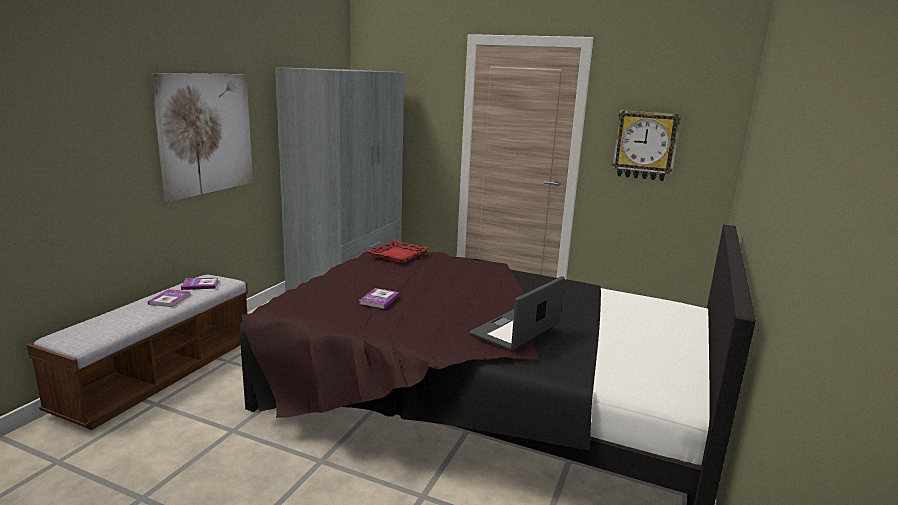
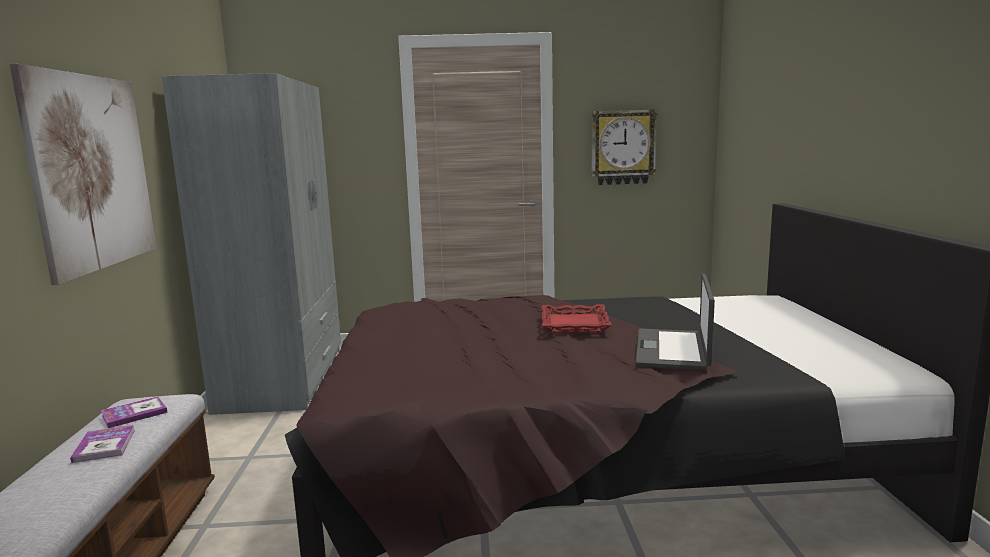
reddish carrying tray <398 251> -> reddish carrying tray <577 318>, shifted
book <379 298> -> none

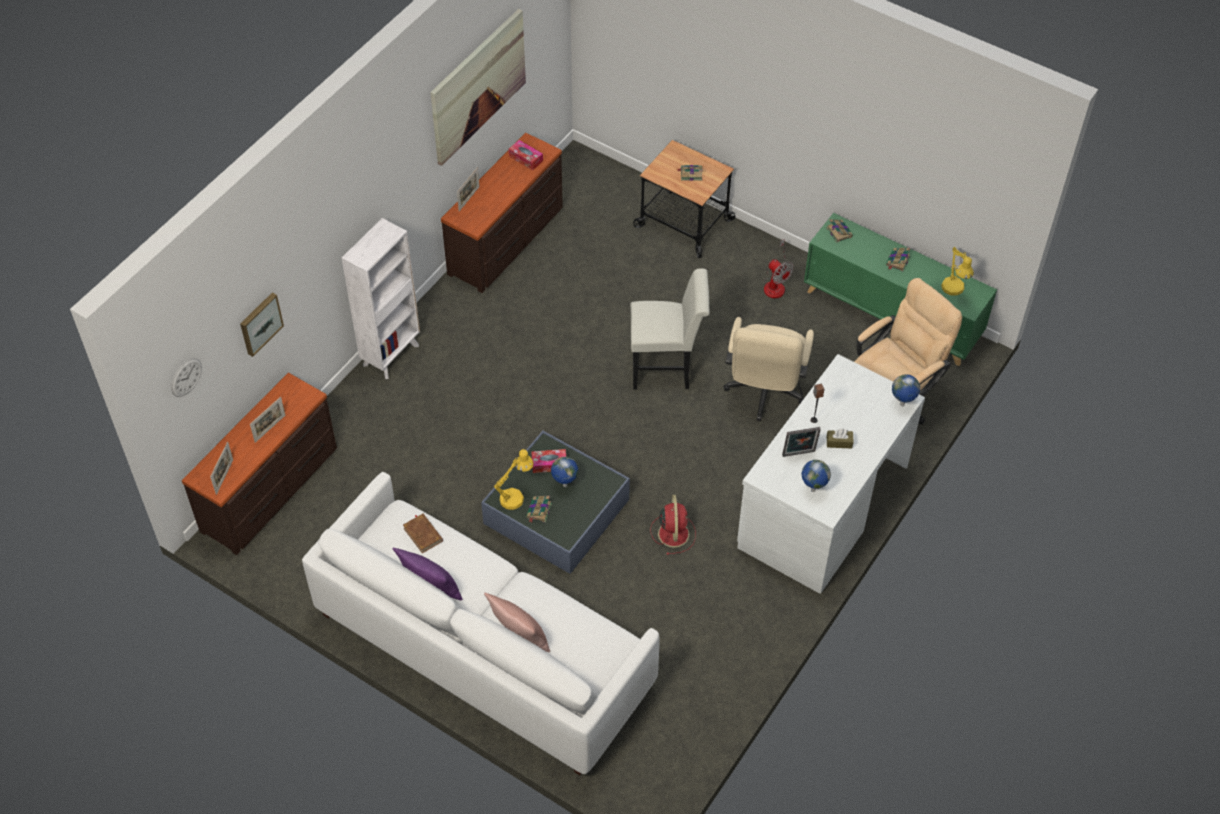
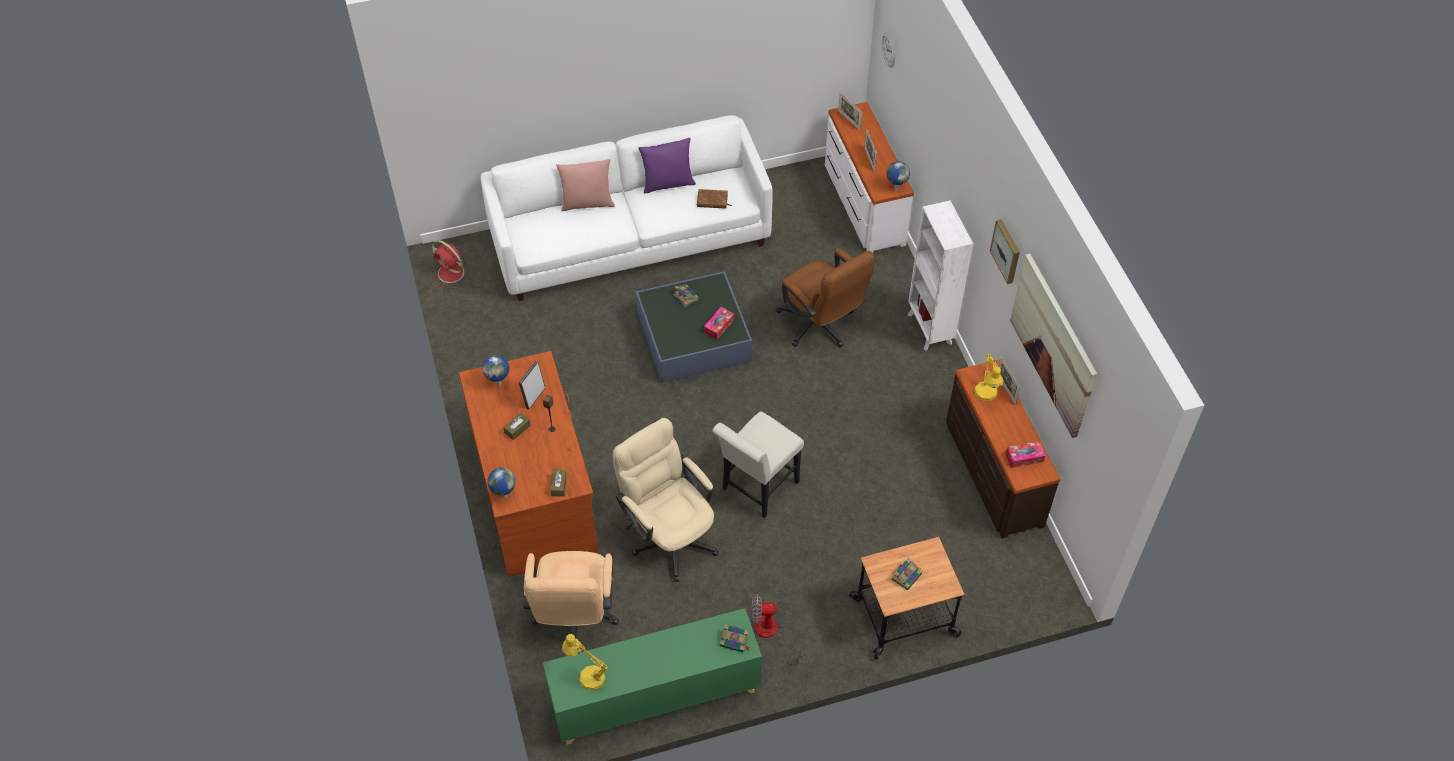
reddish fan <673 525> -> reddish fan <451 264>, shifted
whitish desk unit <831 474> -> brown-coloured desk unit <528 464>
none -> brown-coloured box of tissues <558 483>
none -> brown-coloured computer chair <825 297>
brown-coloured dresser <259 464> -> whitish dresser <869 177>
world globe <564 472> -> world globe <898 176>, shifted
yellow-coloured lamp for a table <514 479> -> yellow-coloured lamp for a table <988 377>, shifted
wall picture <262 325> -> wall picture <1005 251>, shifted
book <898 260> -> none

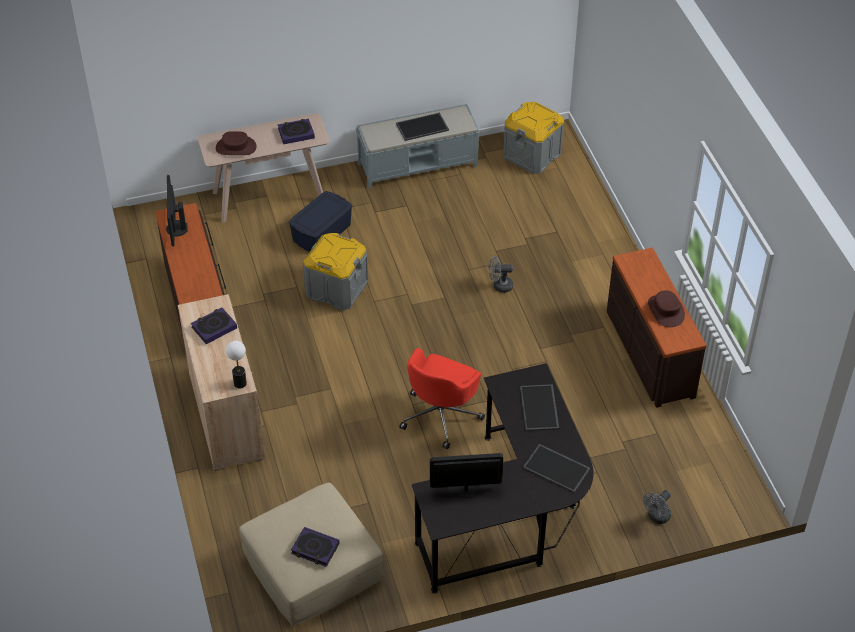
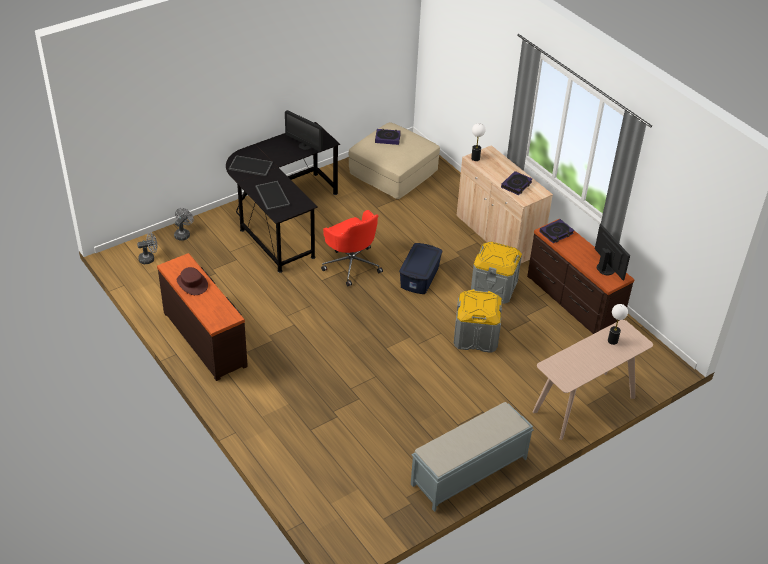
gray fan <500 274> -> gray fan <147 248>, shifted
computer display <466 475> -> computer display <304 131>, 60 degrees clockwise
reddish computer chair <442 398> -> reddish computer chair <352 248>, 135 degrees clockwise
blue-coloured storage box <320 221> -> blue-coloured storage box <421 268>, shifted
gray storage box <533 138> -> gray storage box <496 273>, shifted
book <296 131> -> book <556 231>, shifted
brown-coloured hat <236 143> -> lamp for a table <618 324>
carrying tray <422 127> -> none

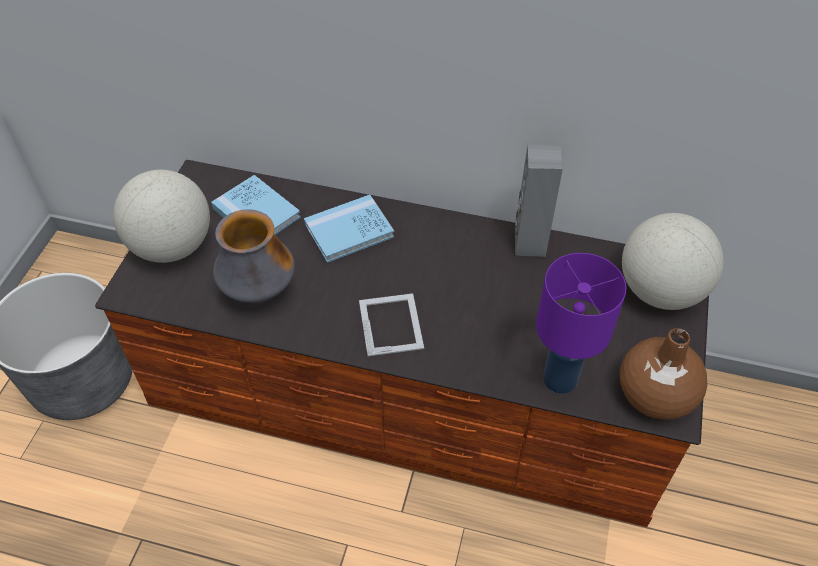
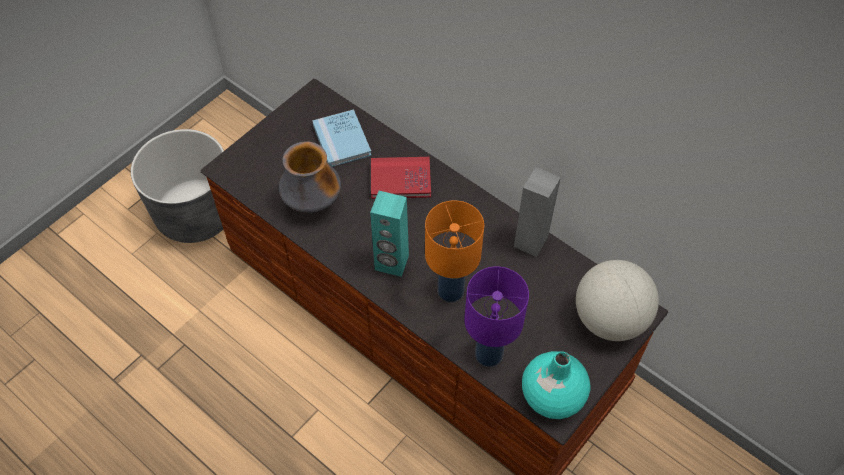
standing frame <391 324> -> turquoise loudspeaker <389 234>
blue-coloured book <349 229> -> reddish book <401 178>
none -> orange lamp for a table <454 251>
brown-coloured vase <663 373> -> turquoise vase <556 385>
world globe <161 216> -> none

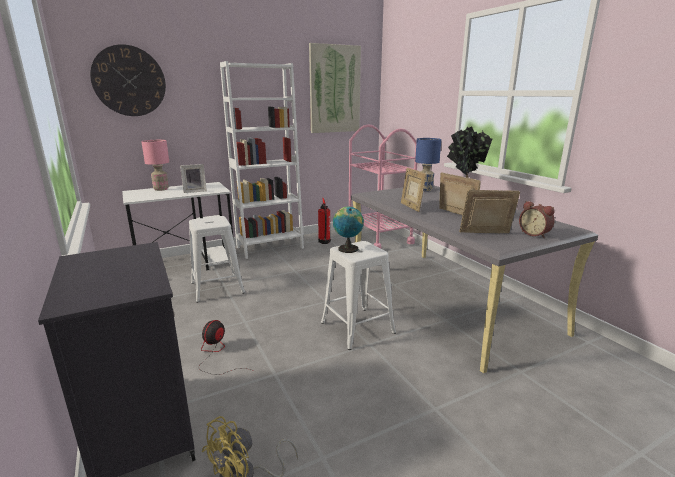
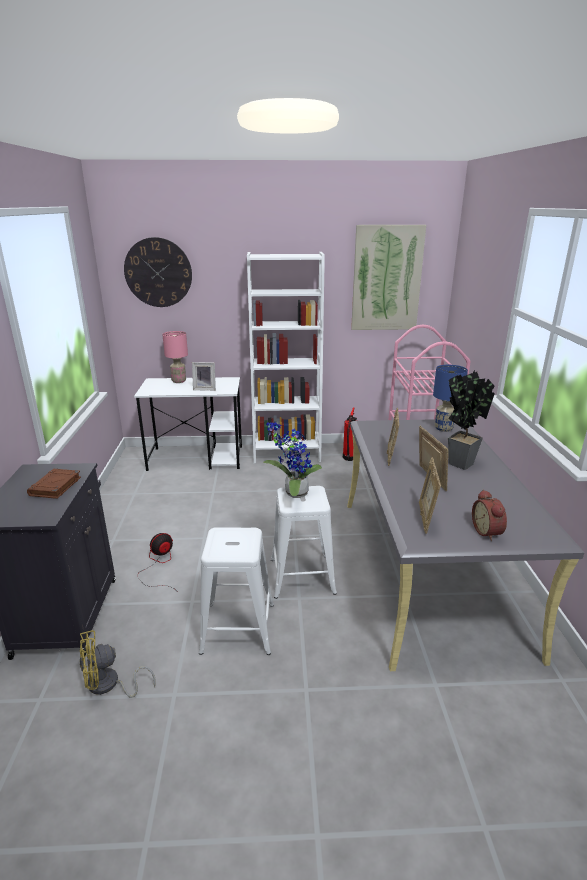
none -> brown-coloured book <54 484>
whitish stool <217 259> -> whitish stool <236 591>, shifted
world globe <348 230> -> plant in a pot <292 460>
standing frame <489 211> -> standing frame <430 495>, 105 degrees counterclockwise

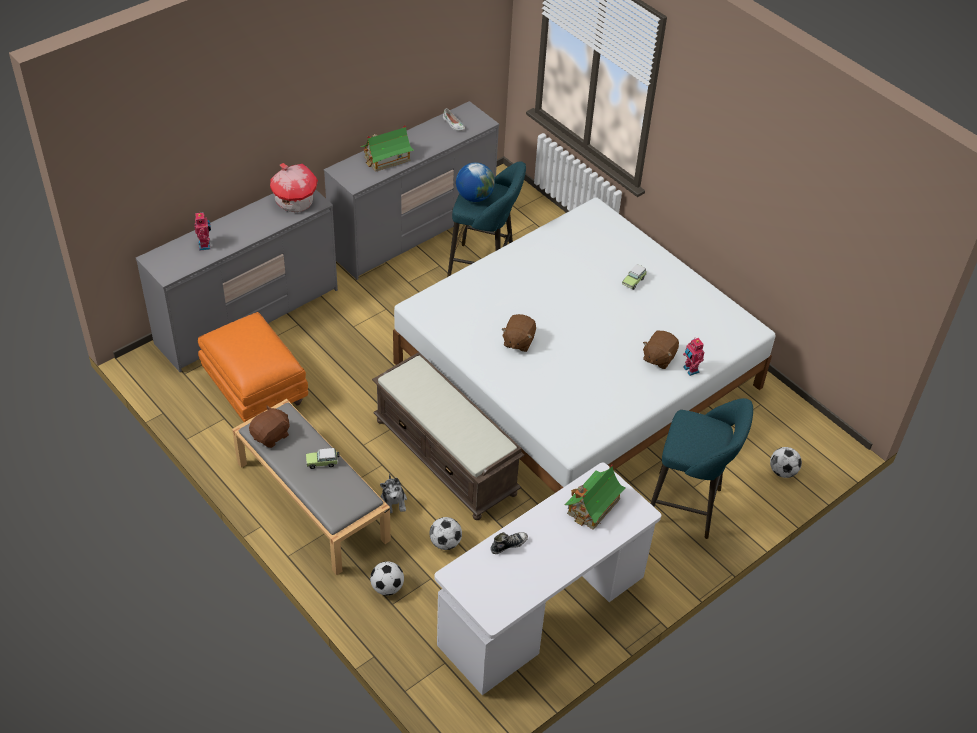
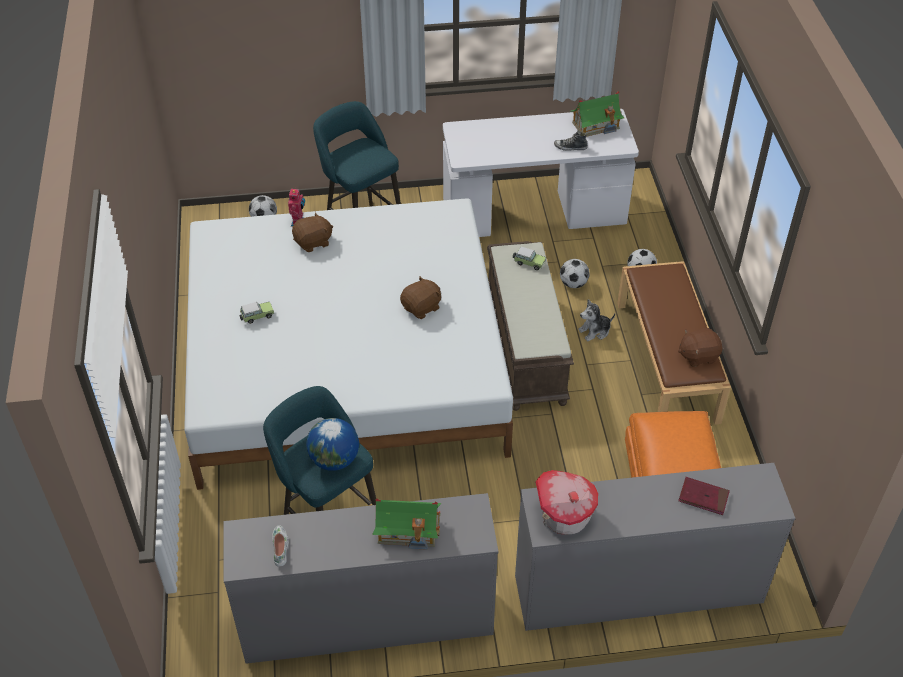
model car <323 458> -> model car <529 258>, shifted
model house <595 497> -> model house <597 114>, shifted
plush toy <393 493> -> plush toy <596 320>, 135 degrees counterclockwise
gray bench <311 487> -> brown-coloured bench <674 343>
model robot <202 231> -> reddish book <704 496>

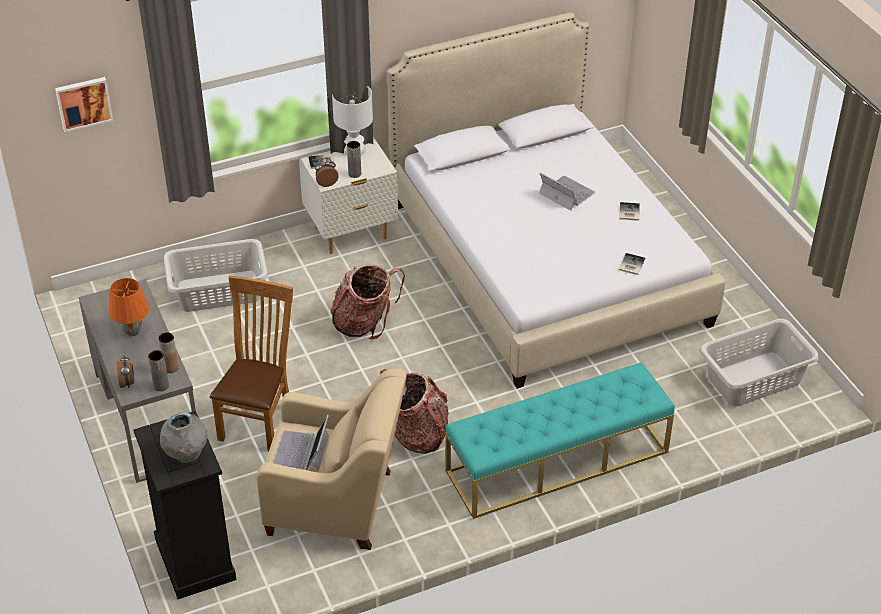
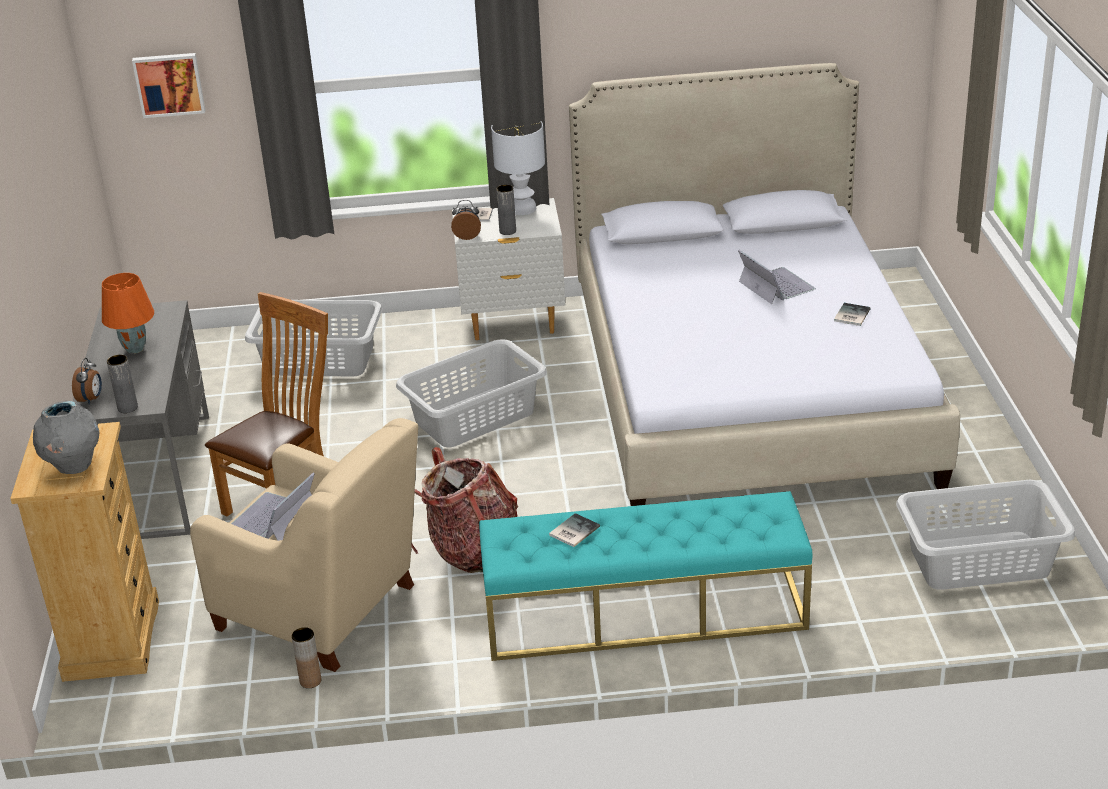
blackish dresser <184 505> -> beige-coloured dresser <84 552>
brown-coloured vase <168 352> -> brown-coloured vase <306 657>, shifted
rucksack <367 302> -> gray hamper <471 393>
book <631 264> -> book <574 530>, shifted

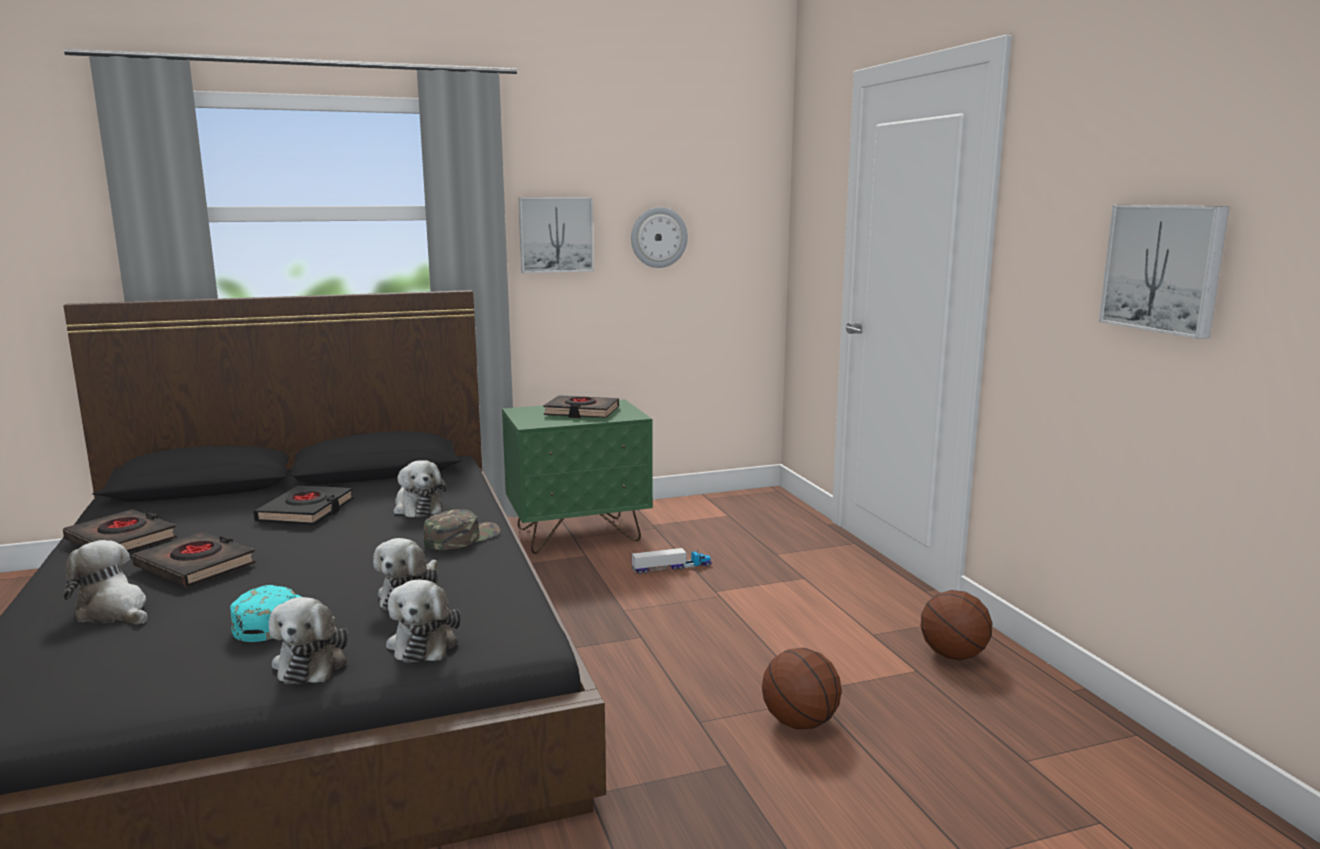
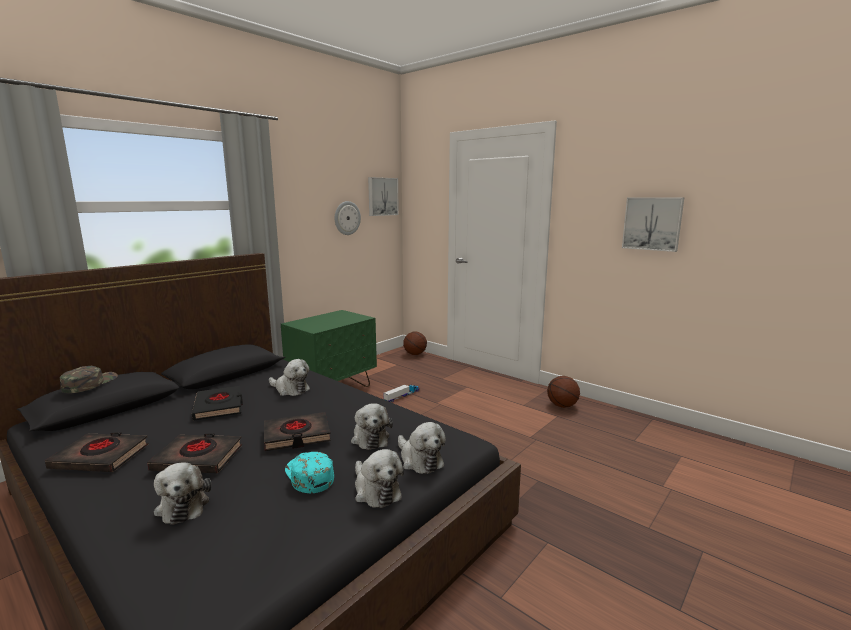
greenish peaked cap <462 529> -> greenish peaked cap <89 379>, shifted
plush toy <106 582> -> plush toy <182 493>, 120 degrees counterclockwise
blackish book <581 406> -> blackish book <297 431>, shifted
wall picture <556 235> -> wall picture <383 196>, shifted
ball for basketball <802 688> -> ball for basketball <415 343>, shifted

